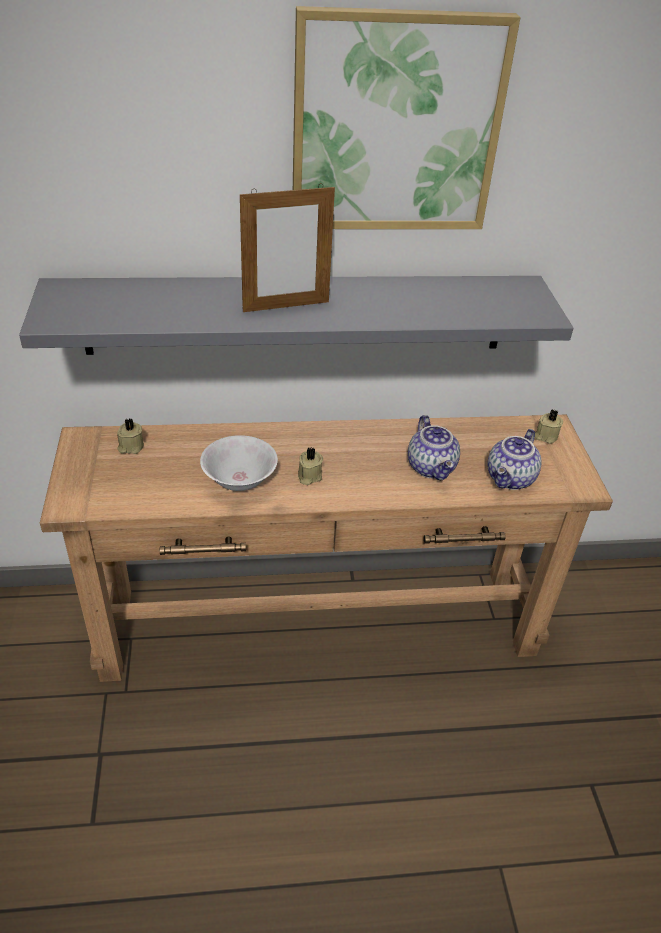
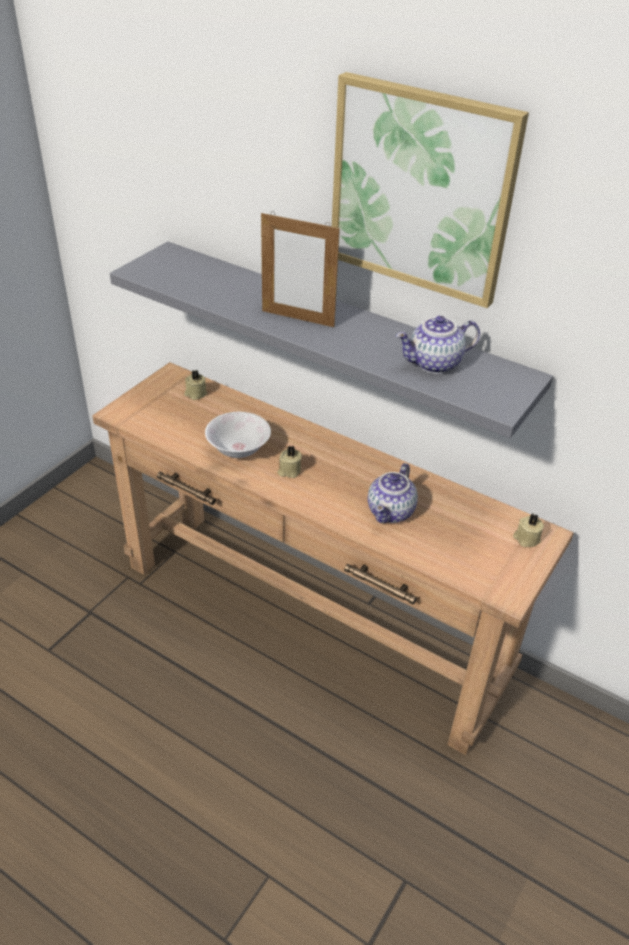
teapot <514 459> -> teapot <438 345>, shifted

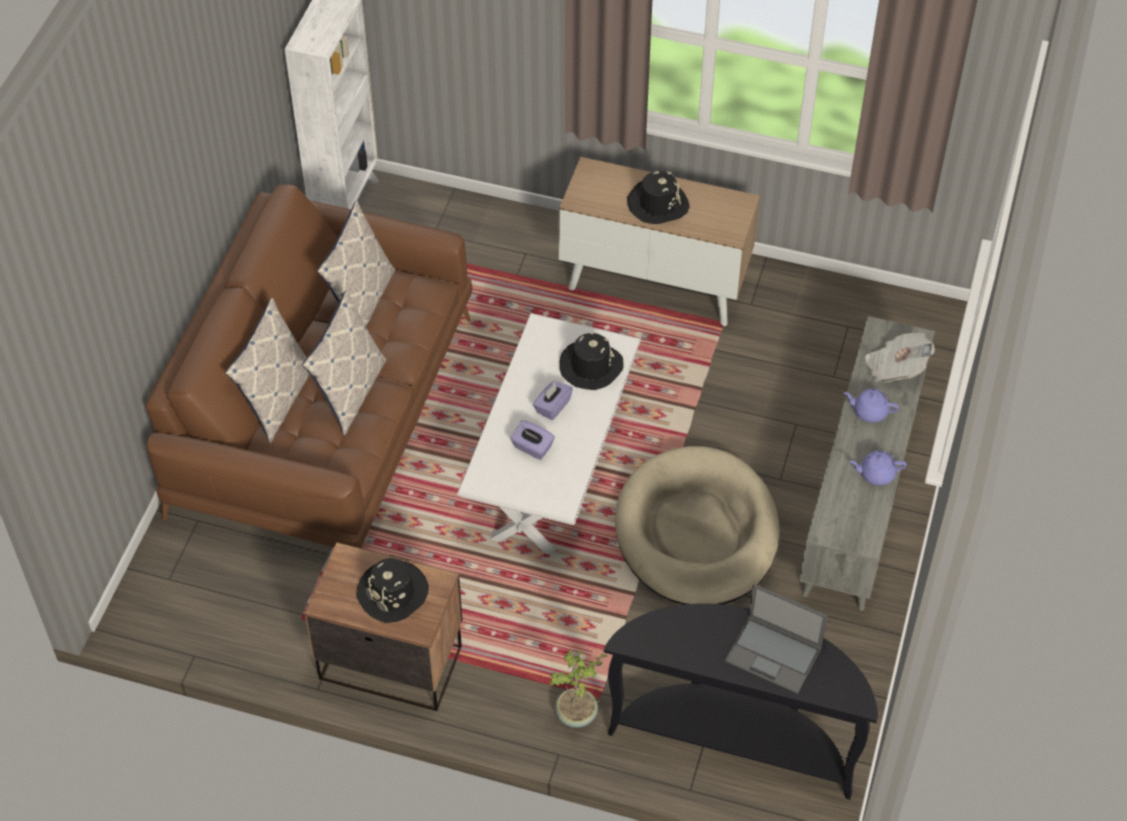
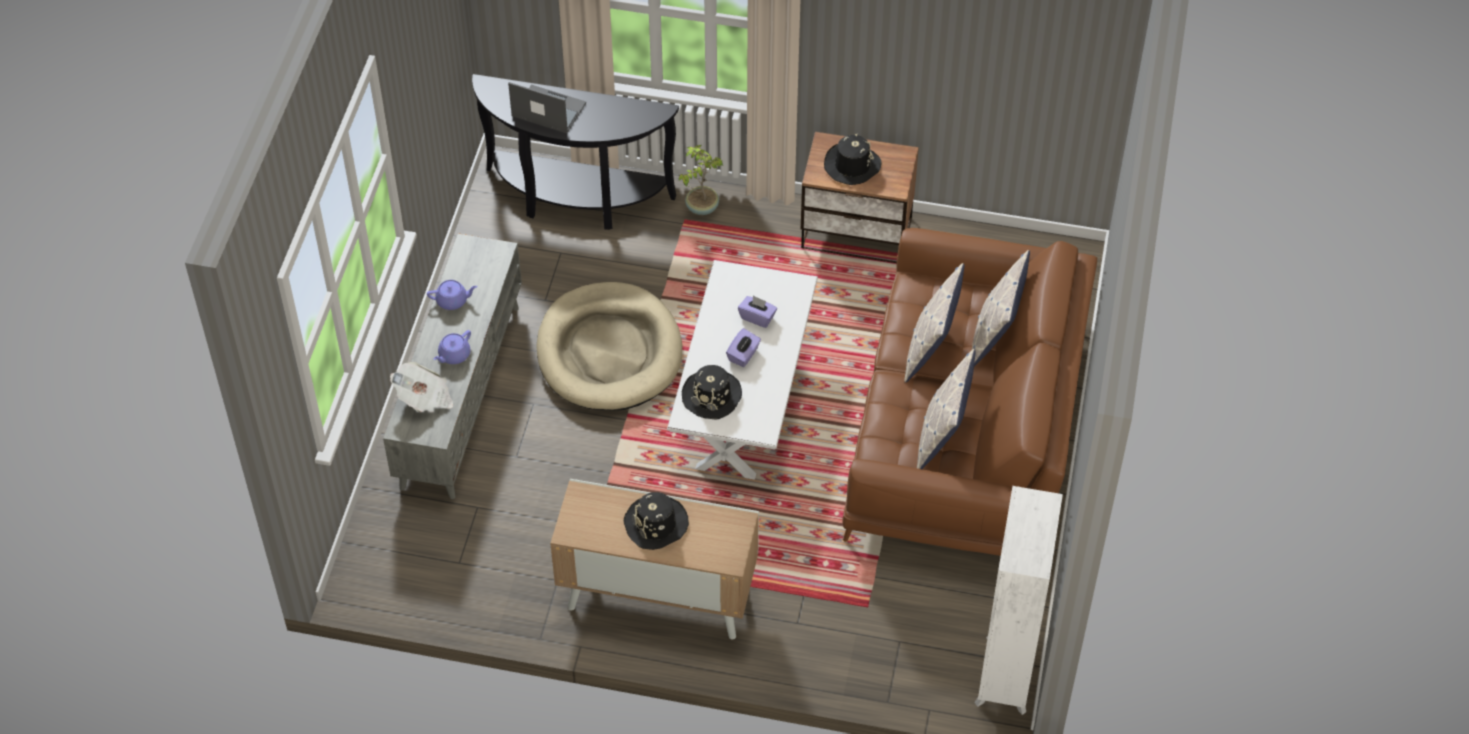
purplish teapot <871 406> -> purplish teapot <452 347>, 120 degrees clockwise

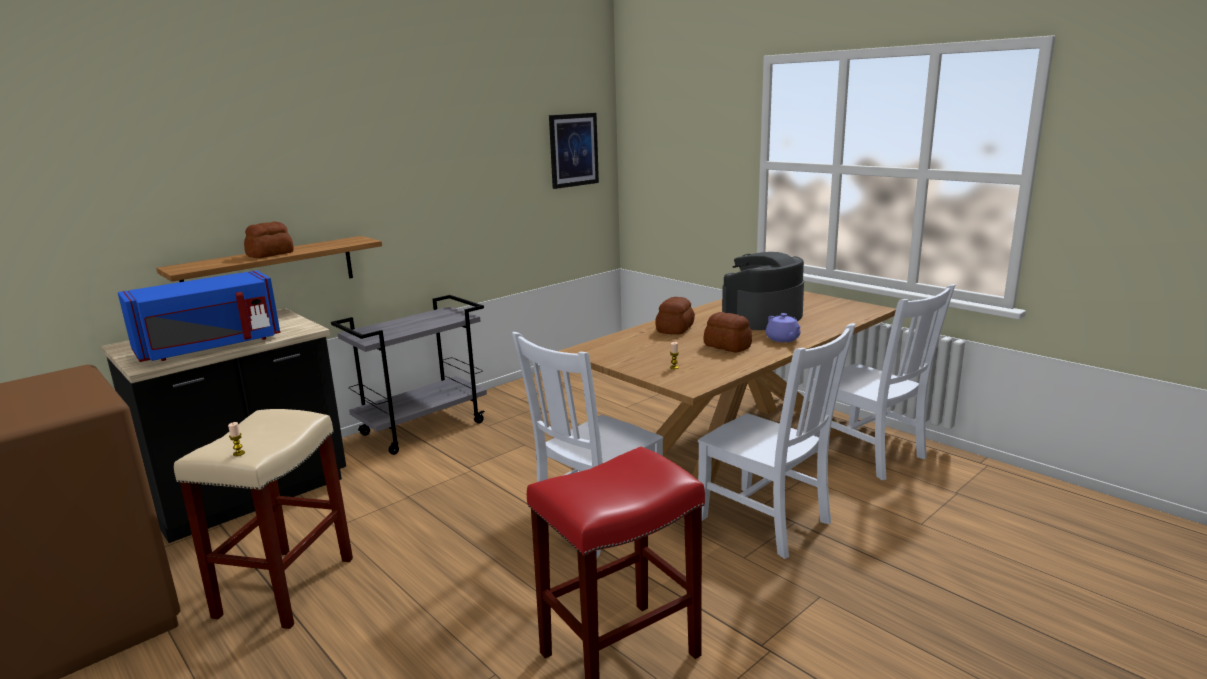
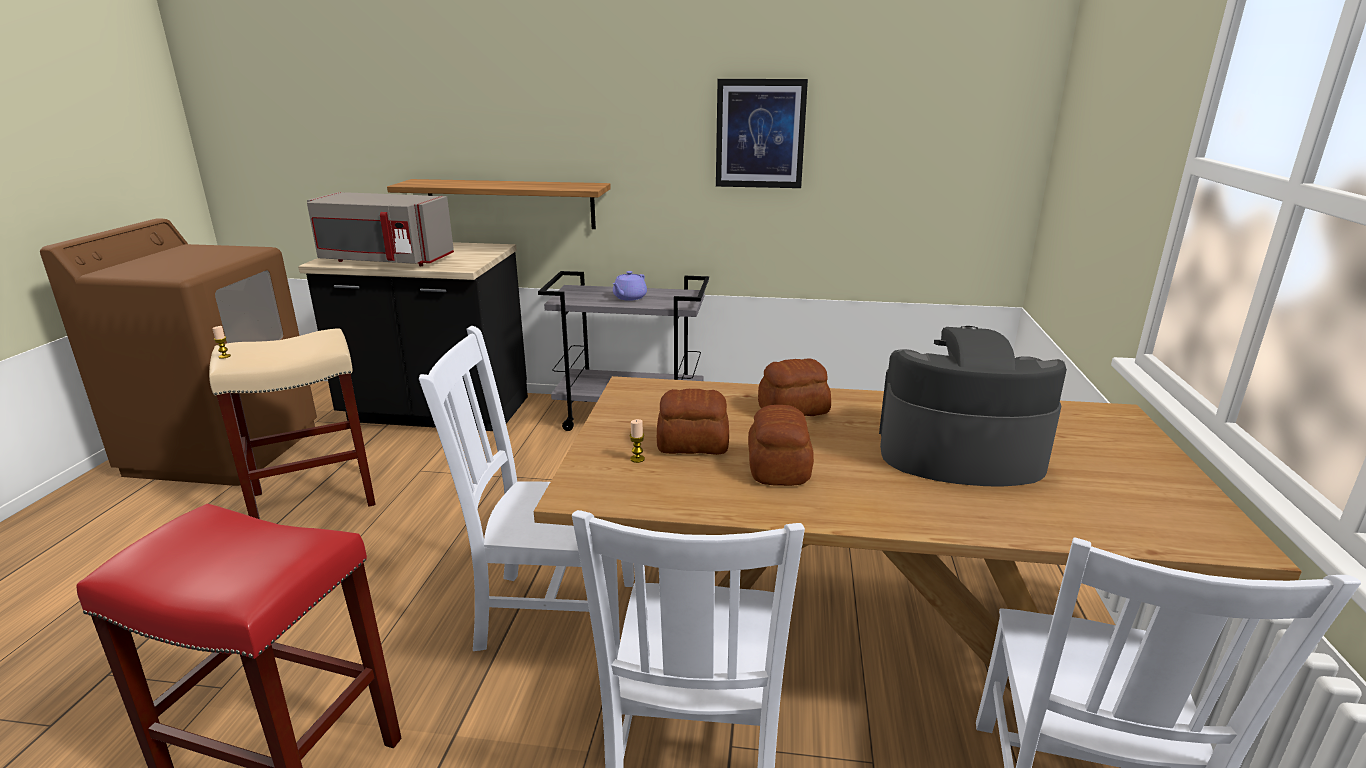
blue-coloured kitchen microwave <199 316> -> gray kitchen microwave <380 229>
purplish teapot <783 327> -> purplish teapot <630 286>, shifted
bakery bread <269 240> -> bakery bread <693 422>, shifted
wall picture <574 151> -> wall picture <762 133>, shifted

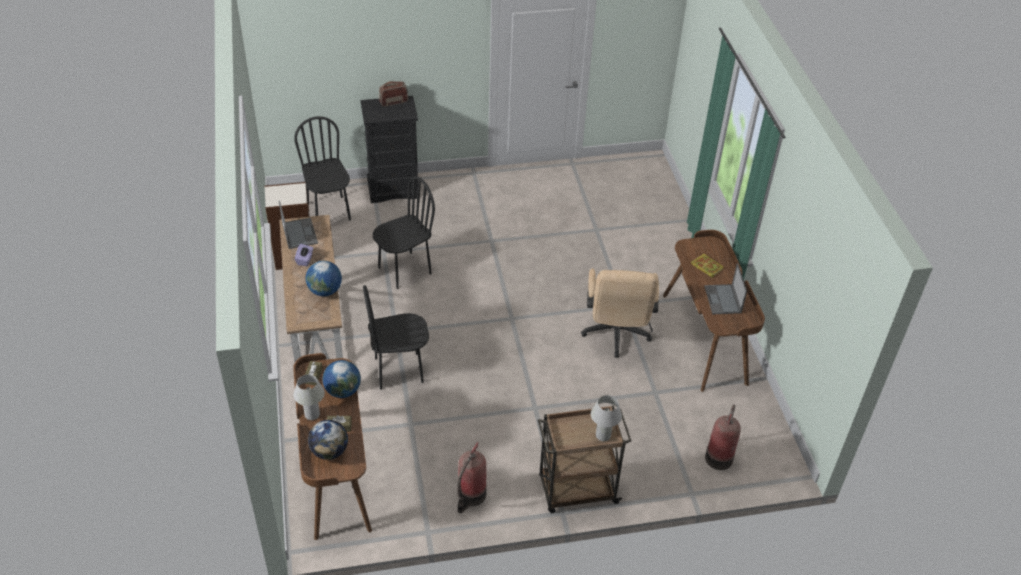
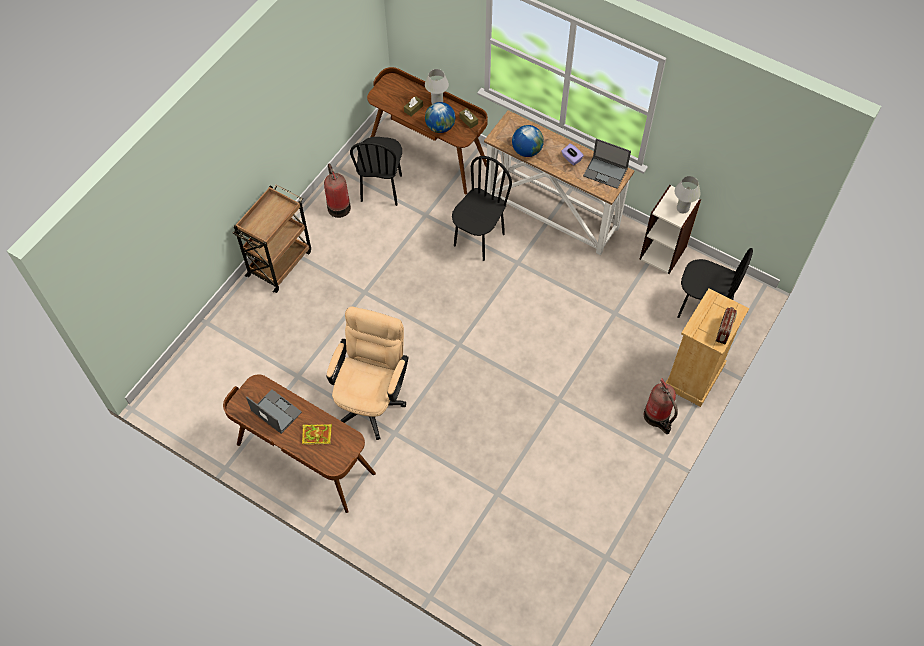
beige-coloured computer chair <620 313> -> beige-coloured computer chair <368 373>, 60 degrees clockwise
blackish plain chair <404 232> -> blackish plain chair <376 171>, shifted
fire-fighting cylinder <723 437> -> fire-fighting cylinder <661 406>, shifted
blackish dresser <389 149> -> beige-coloured dresser <707 347>
whitish lamp for a table <606 418> -> whitish lamp for a table <688 194>, shifted
world globe <328 440> -> none

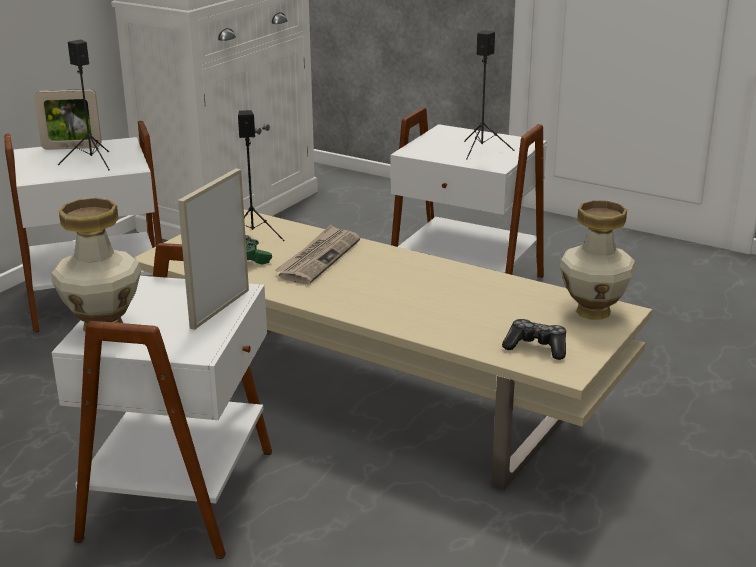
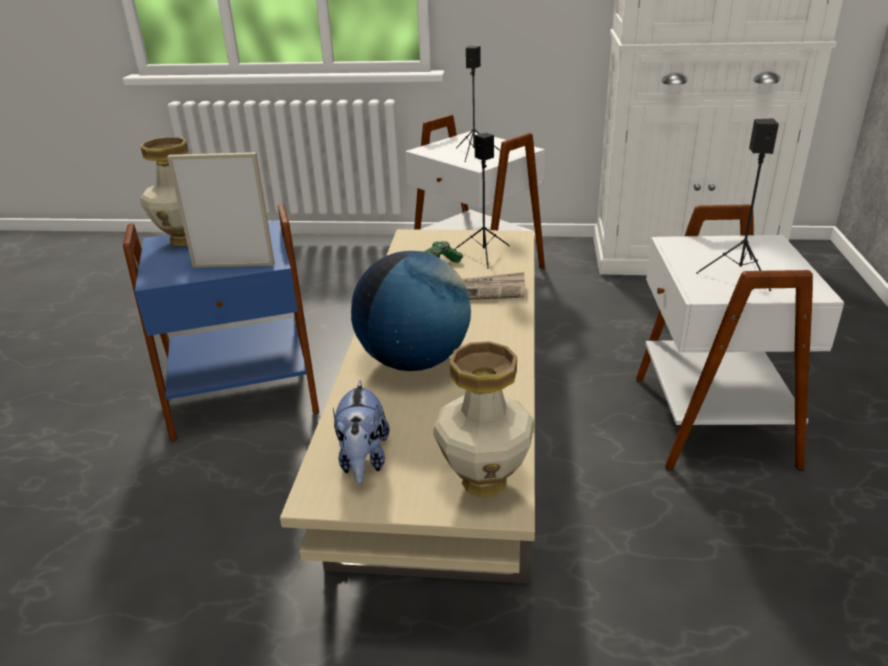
whitish side table <162 401> -> blue-coloured side table <221 323>
joypad <534 339> -> plush toy <361 432>
none -> world globe <411 311>
standing frame <68 119> -> none

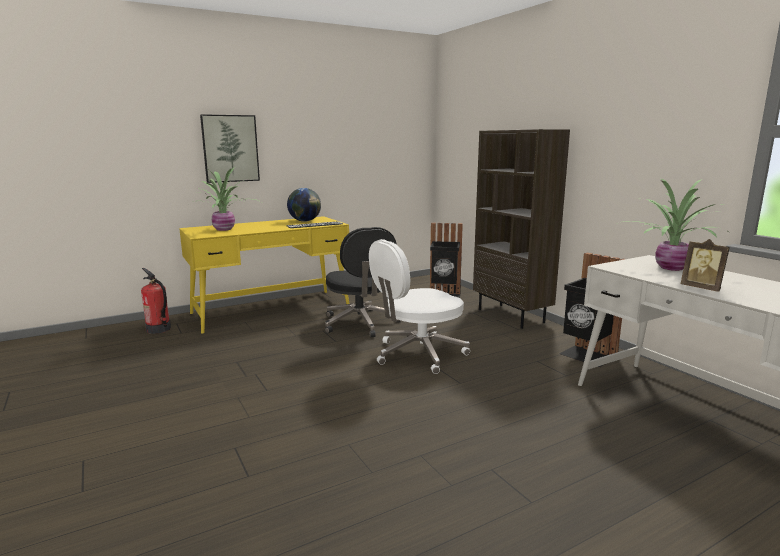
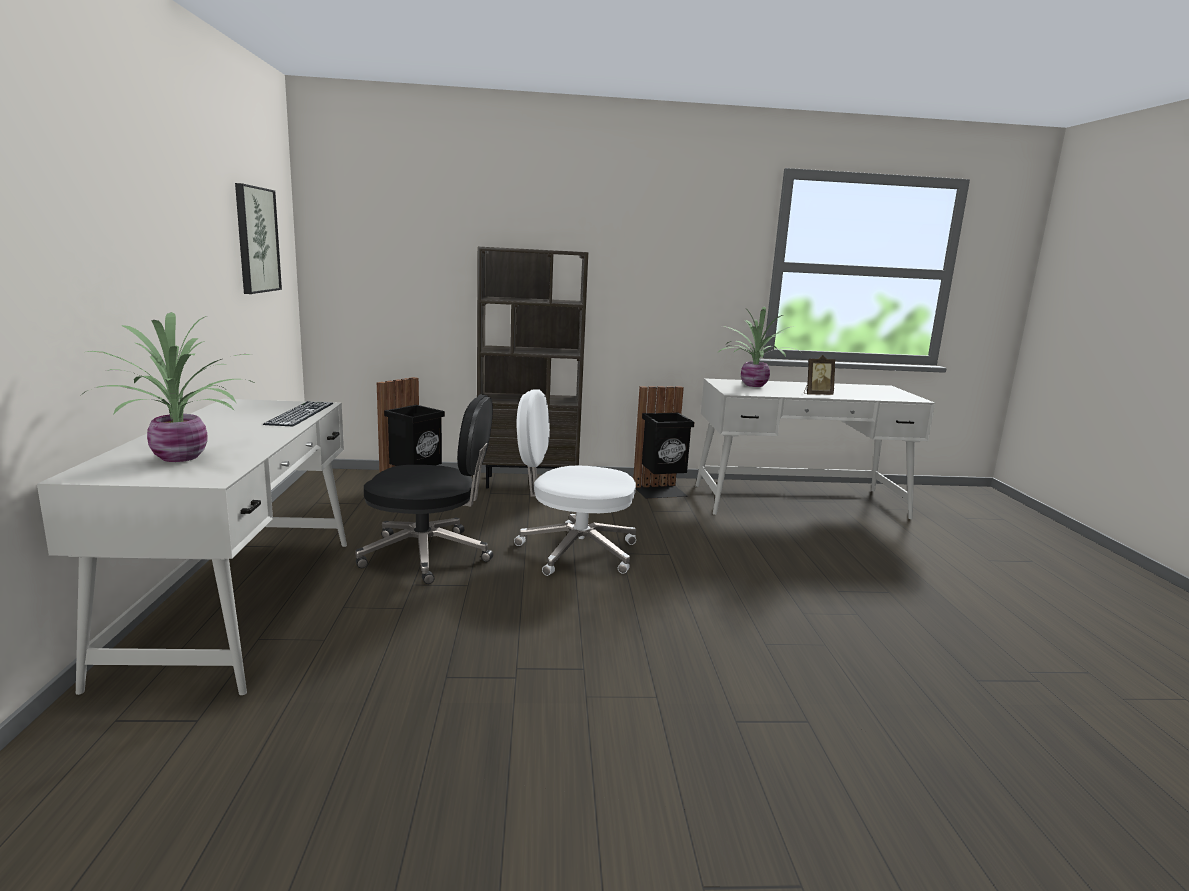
yellow-coloured desk unit <264 275> -> whitish desk unit <192 547>
wall picture <230 148> -> wall picture <258 238>, shifted
whitish computer chair <419 306> -> whitish computer chair <575 482>, 105 degrees clockwise
fire-fighting cylinder <156 301> -> none
world globe <304 205> -> none

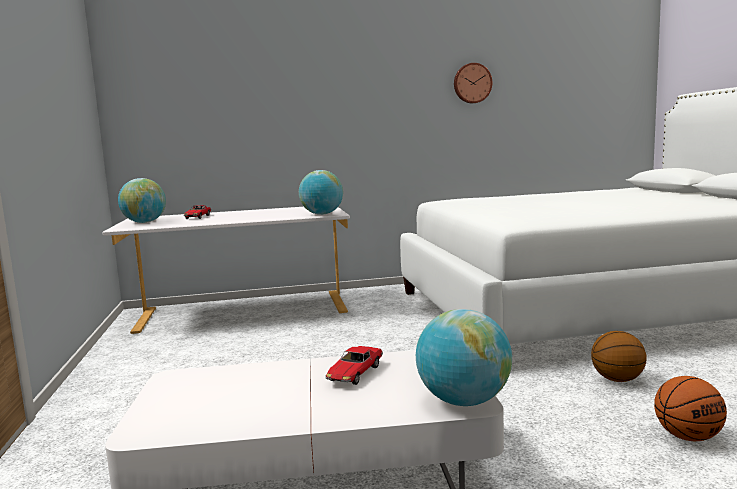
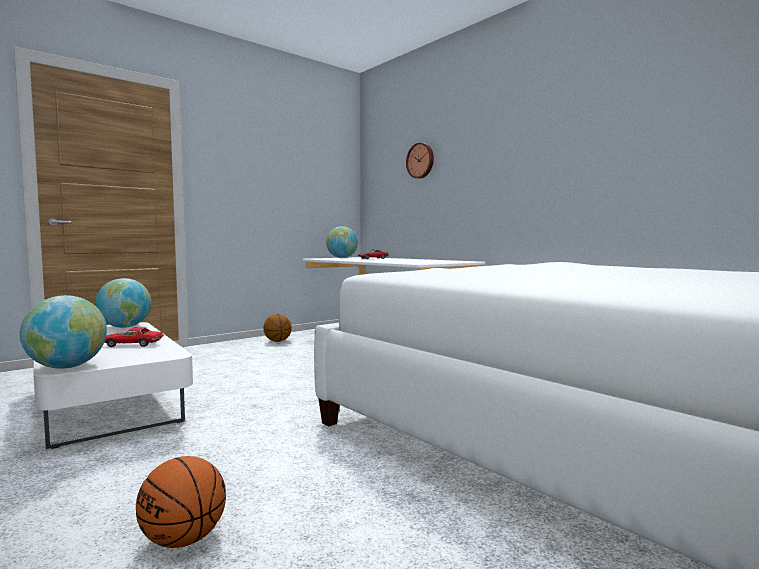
world globe <321 192> -> world globe <123 303>, shifted
ball for basketball <619 356> -> ball for basketball <278 328>, shifted
wall clock <473 83> -> wall clock <420 161>, shifted

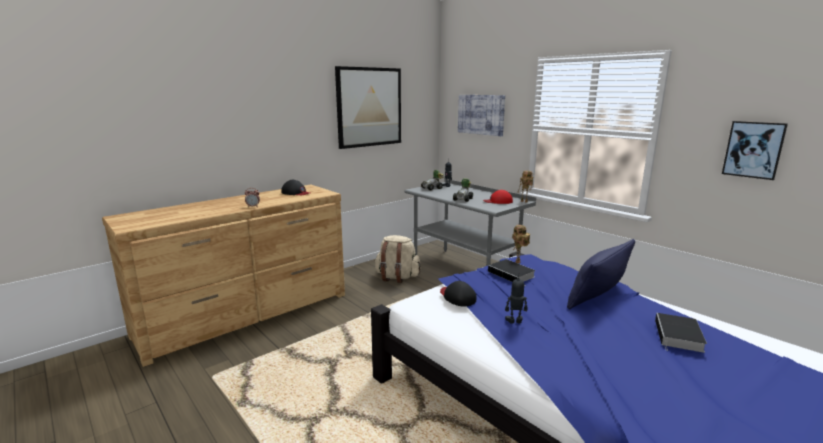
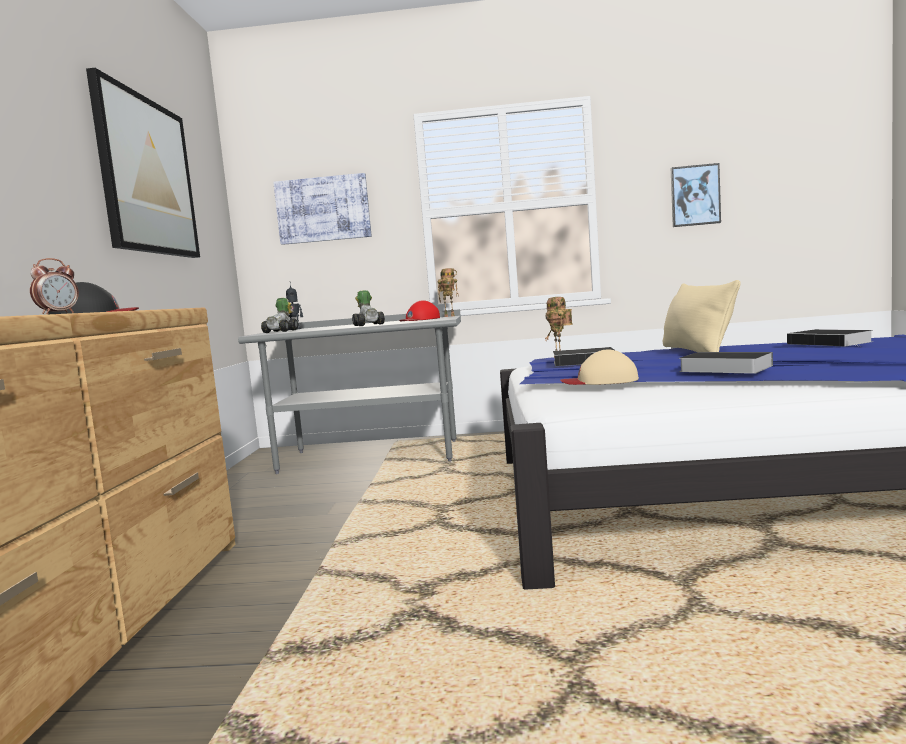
blackish peaked cap <458 293> -> beige-coloured peaked cap <599 367>
blue-coloured pillow <601 274> -> beige-coloured pillow <701 316>
model robot <516 300> -> book <726 363>
beige-coloured rucksack <398 259> -> none

